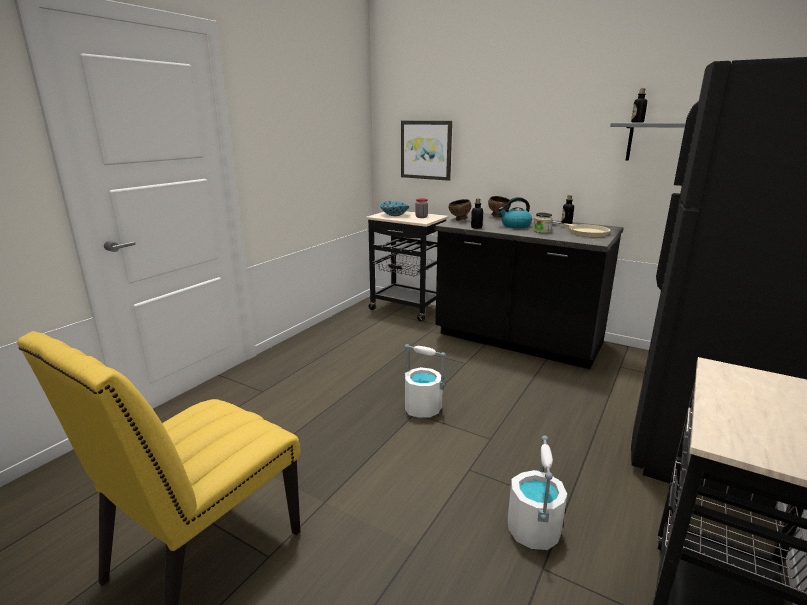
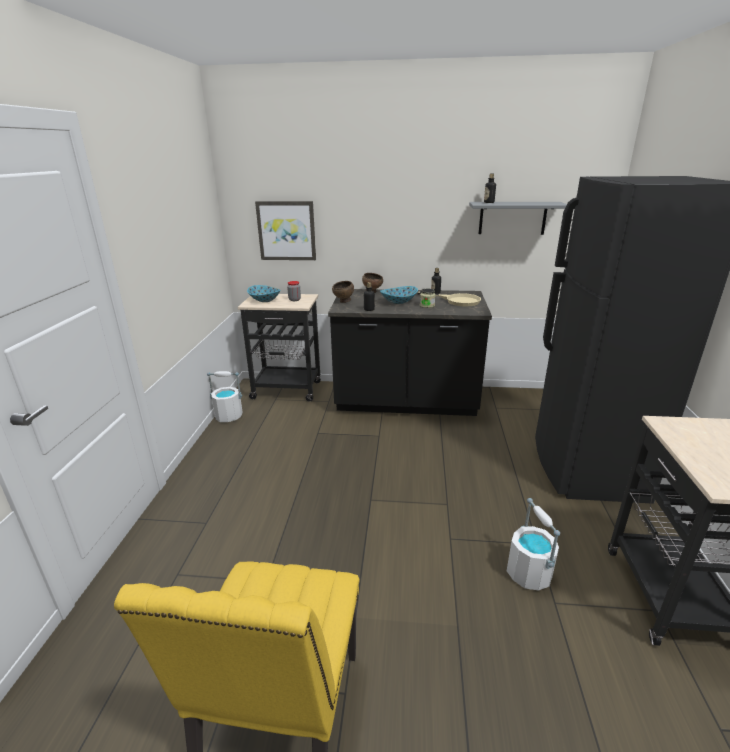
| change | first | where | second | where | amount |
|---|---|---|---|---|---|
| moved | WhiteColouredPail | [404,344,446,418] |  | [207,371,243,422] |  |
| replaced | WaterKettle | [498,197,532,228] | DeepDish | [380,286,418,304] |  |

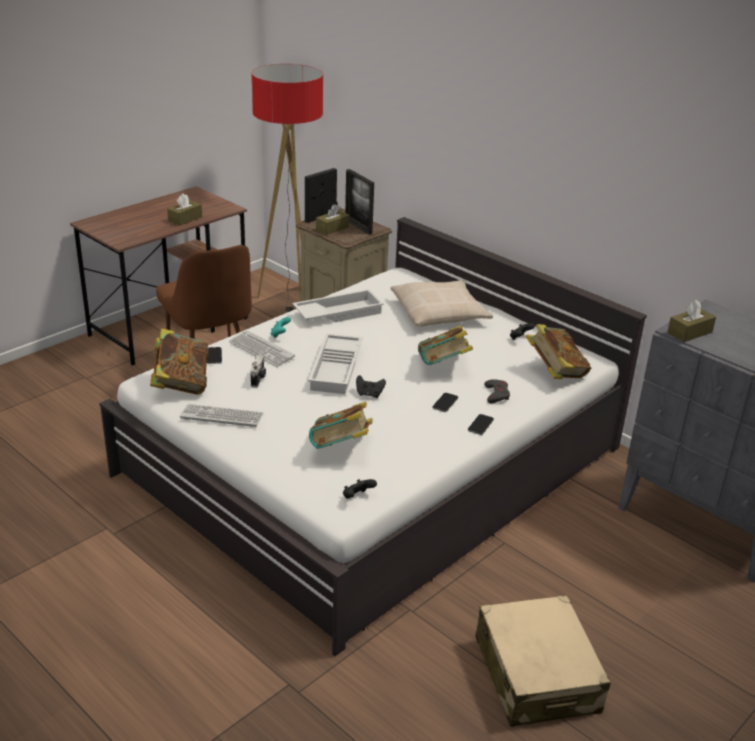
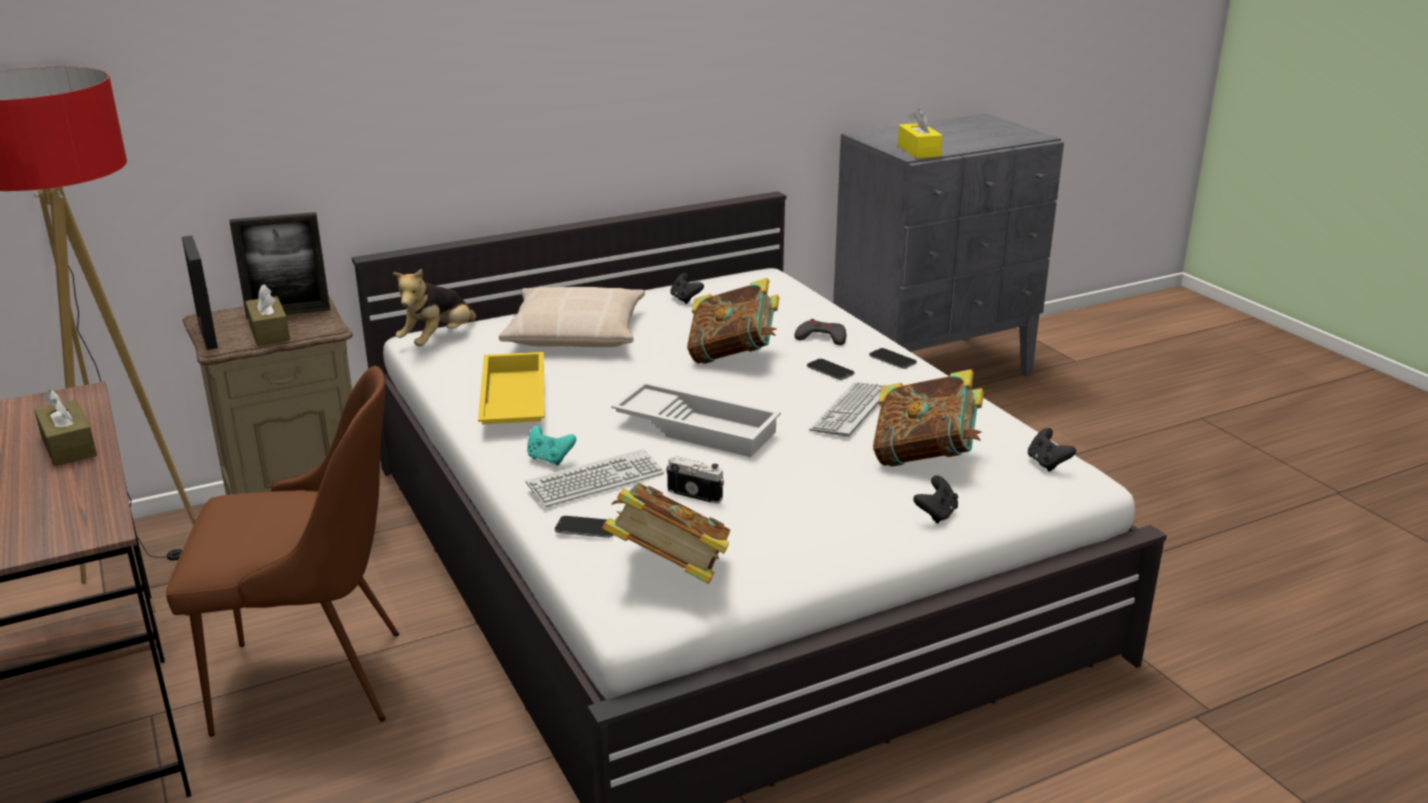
| change | first | where | second | where | amount |
|---|---|---|---|---|---|
| moved | Keyboard | [180,404,263,428] |  | [809,382,887,437] |  |
| recoloured | WhiteColouredCarryingTray | [292,289,384,322] | YellowCarryingTray | [478,352,544,424] |  |
| moved | BlackJoypad | [356,375,386,398] |  | [913,475,958,524] |  |
| removed | BeigeColouredSuitcase | [475,595,611,727] |  |  |  |
| removed | BoundBook | [526,324,591,379] |  |  |  |
| recoloured | BrownTissueBox | [667,300,716,342] | YellowTissueBox | [898,109,943,158] |  |
| added |  |  | SoftToy | [393,269,478,346] |  |

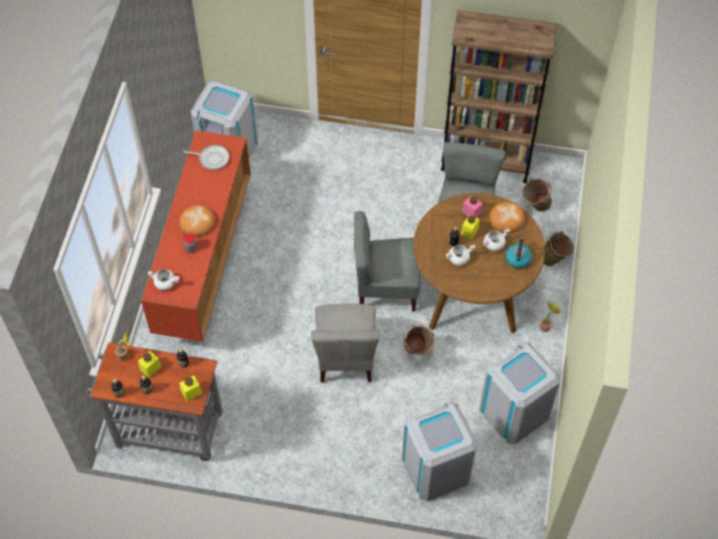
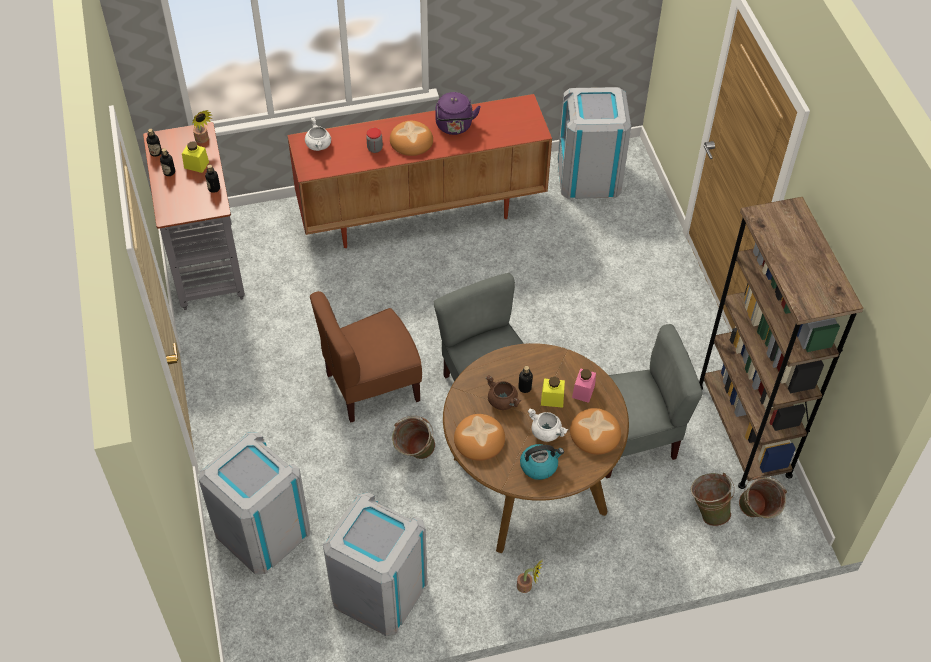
| change | first | where | second | where | amount |
|---|---|---|---|---|---|
| removed | YellowStorageJar | [180,375,203,401] |  |  |  |
| removed | FryingPan | [184,145,229,170] |  |  |  |
| recoloured | GrayChair | [311,303,379,383] | BrownChair | [310,291,422,422] |  |
| recoloured | WhiteColouredStockpot | [446,244,476,266] | BrownStockpot | [486,375,521,410] |  |
| moved | GreenPail | [544,231,574,266] |  | [739,476,787,519] |  |
| added |  |  | PurpleColouredWaterKettle | [435,92,481,135] |  |
| added |  |  | Bread | [454,414,505,461] |  |

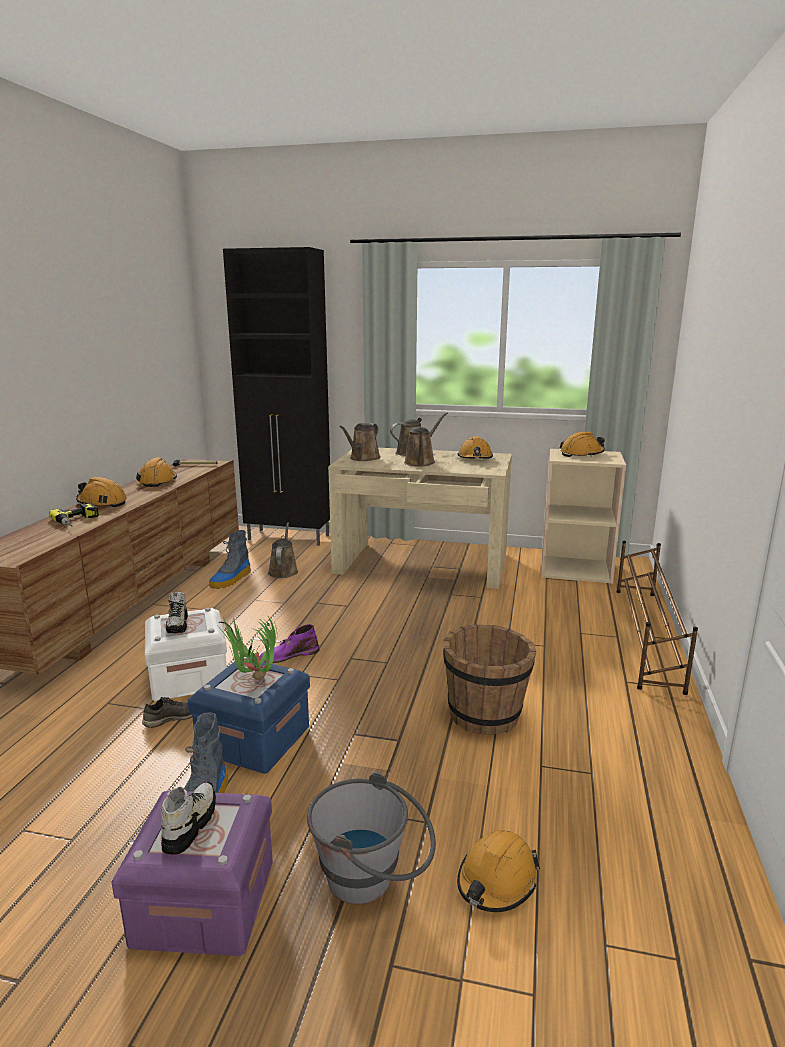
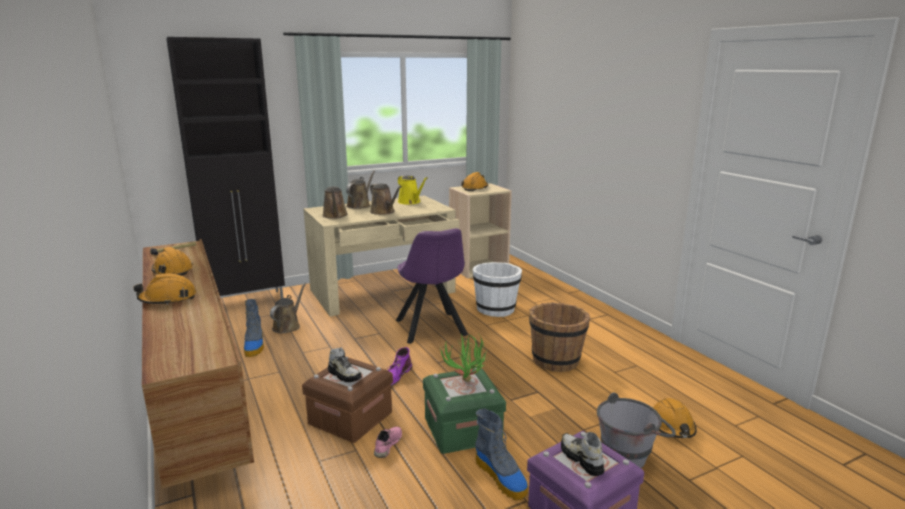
| change | first | where | second | where | amount |
|---|---|---|---|---|---|
| removed | PowerDrill | [49,503,99,527] |  |  |  |
| recoloured | GrayLowShoe | [142,697,192,728] | PinkishLowShoe | [374,427,402,458] |  |
| recoloured | WhiteColouredStorageBox | [145,608,227,701] | BrownStorageBox | [302,356,393,443] |  |
| recoloured | BlueColouredStorageBox | [187,657,310,774] | GreenStorageBox | [423,367,506,454] |  |
| turned | BrownWateringCan | [268,523,298,578] |  | [270,283,306,333] | 60 degrees clockwise |
| replaced | OrangeySafetyHelmet | [458,436,493,459] | YellowWateringCan | [398,175,427,205] |  |
| removed | BrownShoeRack | [617,541,698,695] |  |  |  |
| added |  |  | PurpleColouredChair | [396,228,468,344] |  |
| added |  |  | WhiteColouredPail | [473,262,522,317] |  |

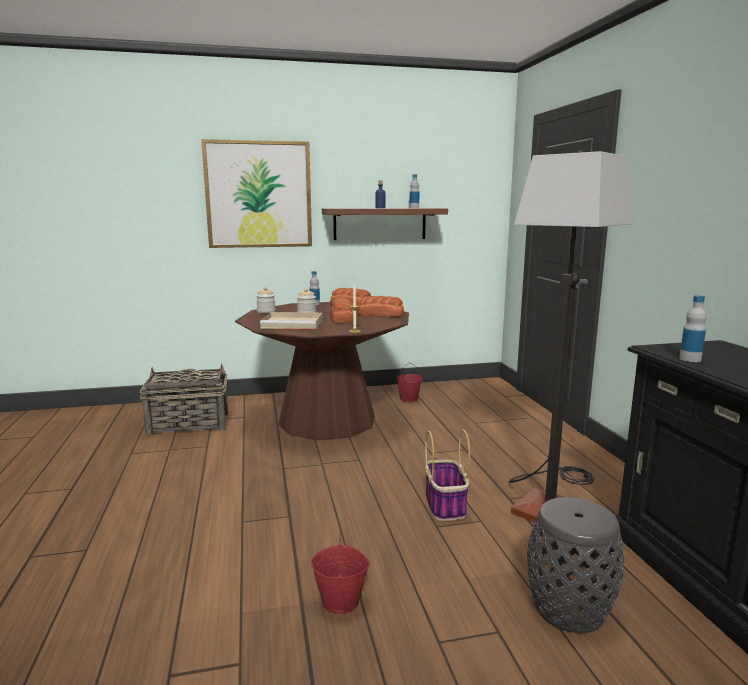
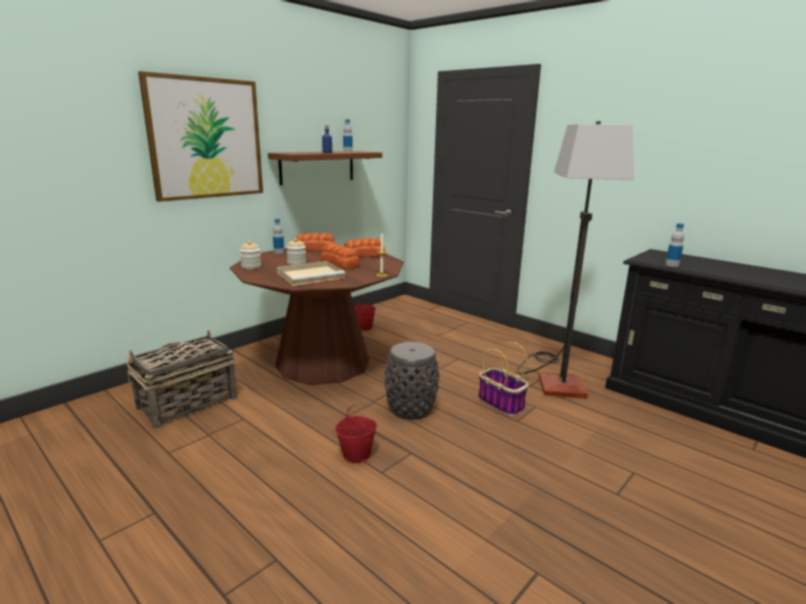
| change | first | where | second | where | amount |
|---|---|---|---|---|---|
| moved | RedColouredPail | [311,534,370,614] |  | [335,405,377,463] |  |
| moved | GraySittingStool | [527,497,624,633] |  | [384,342,439,420] |  |

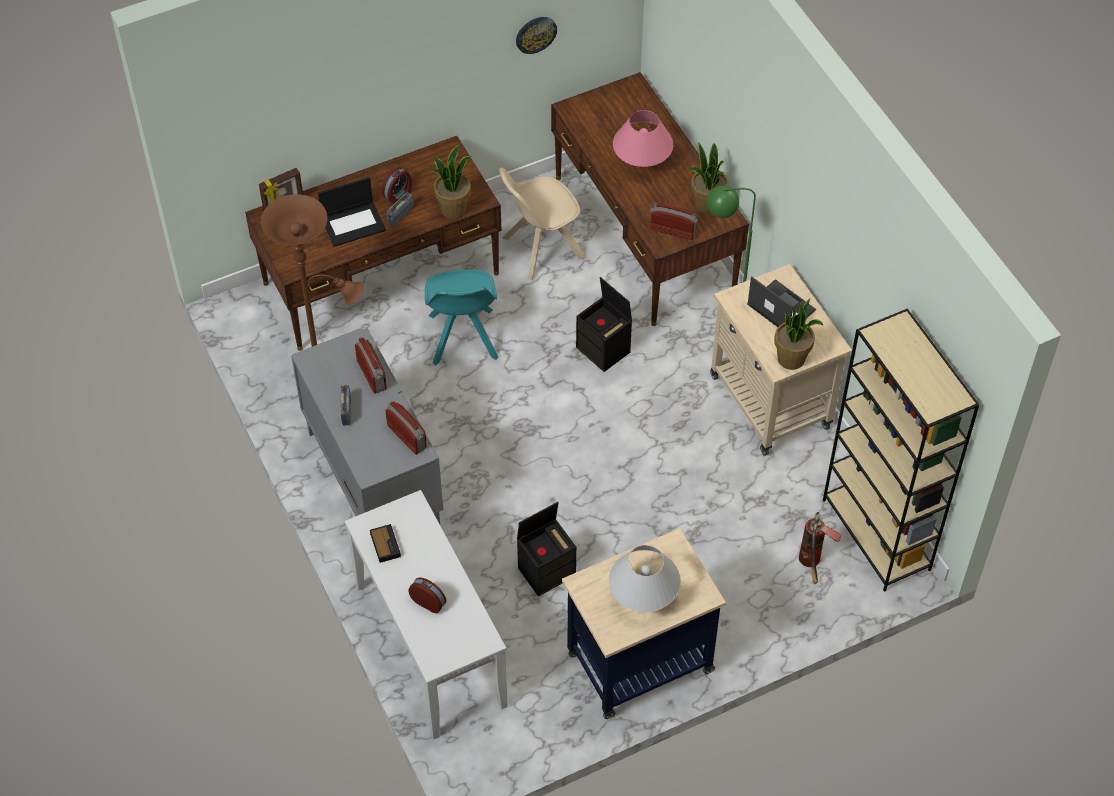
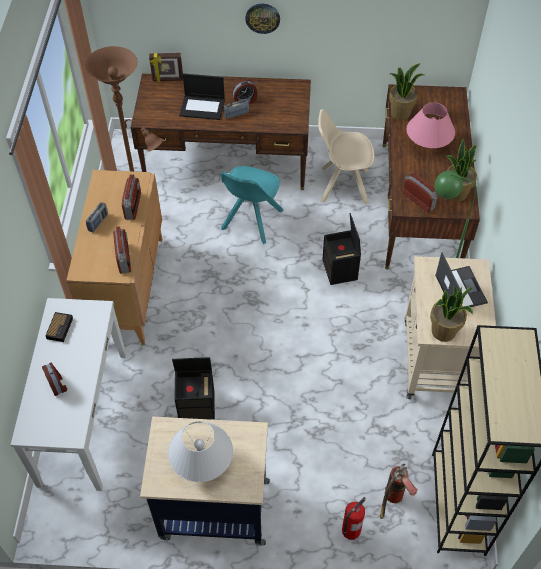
| change | first | where | second | where | amount |
|---|---|---|---|---|---|
| recoloured | GrayStorageCabinet | [291,328,443,524] | BrownStorageCabinet | [66,170,162,345] |  |
| moved | Houseplant | [430,144,472,219] |  | [389,63,424,120] |  |
| moved | WallClock | [516,17,557,54] |  | [245,4,280,34] |  |
| added |  |  | Extinguisher | [342,497,366,540] |  |

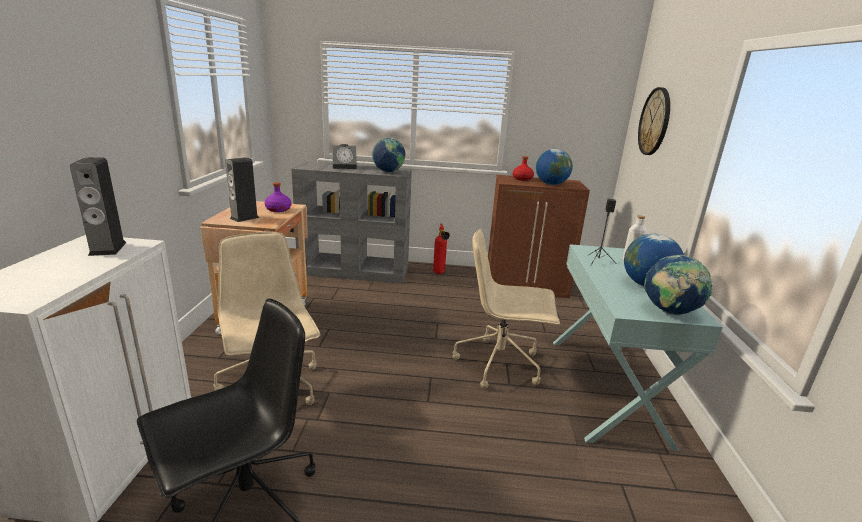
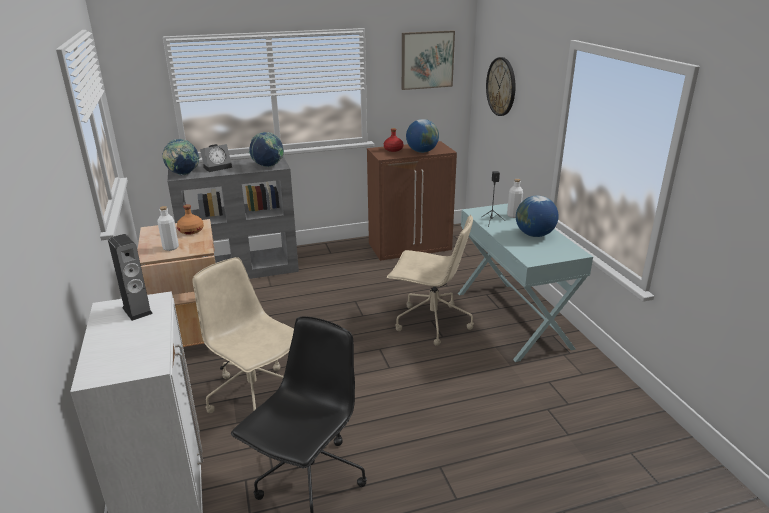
| change | first | where | second | where | amount |
|---|---|---|---|---|---|
| replaced | Speaker | [225,157,259,222] | WhiteColouredBottle | [157,206,179,251] |  |
| recoloured | PurpleColouredBottle | [265,182,291,212] | OrangeyBottle | [177,204,204,235] |  |
| removed | Extinguisher | [433,223,450,274] |  |  |  |
| turned | BeigeColouredComputerChair | [452,229,560,389] |  | [387,215,474,346] | 150 degrees counterclockwise |
| moved | WorldGlobe | [644,255,713,315] |  | [162,139,200,175] |  |
| added |  |  | Picture | [402,30,455,90] |  |

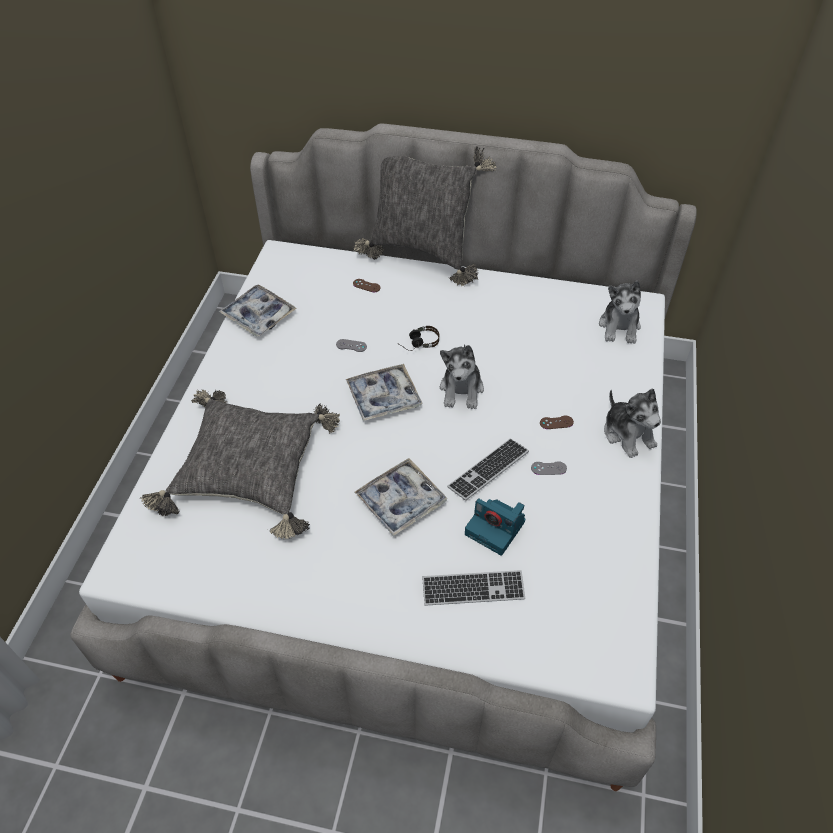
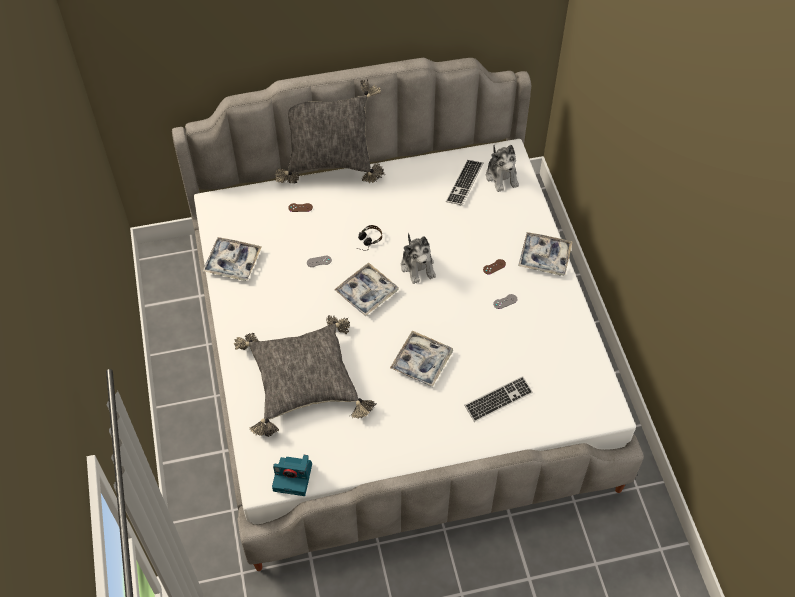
| change | first | where | second | where | amount |
|---|---|---|---|---|---|
| moved | Keyboard | [447,438,529,501] |  | [446,160,483,206] |  |
| moved | PhotoCamera | [465,498,525,556] |  | [272,455,312,496] |  |
| replaced | SoftToy | [604,389,661,458] | CarryingTray | [518,232,573,276] |  |

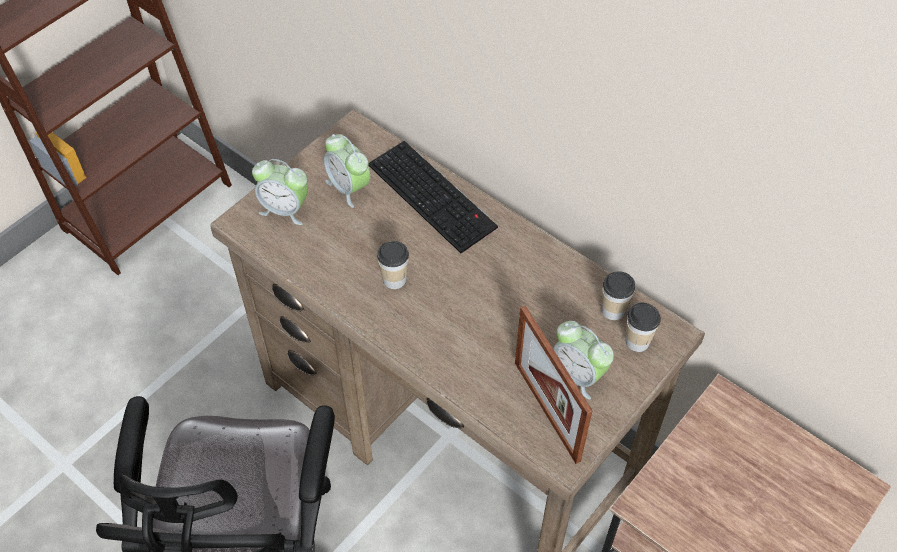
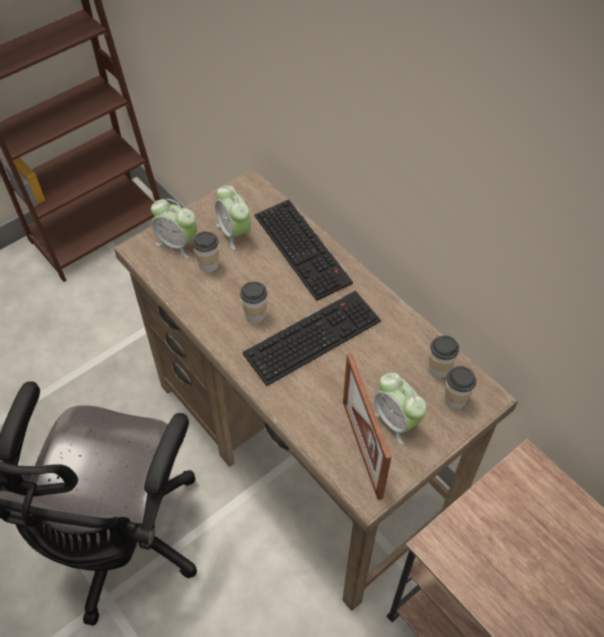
| change | first | where | second | where | amount |
|---|---|---|---|---|---|
| added |  |  | DrinkingCup | [192,231,219,273] |  |
| added |  |  | Keyboard | [242,291,381,386] |  |

